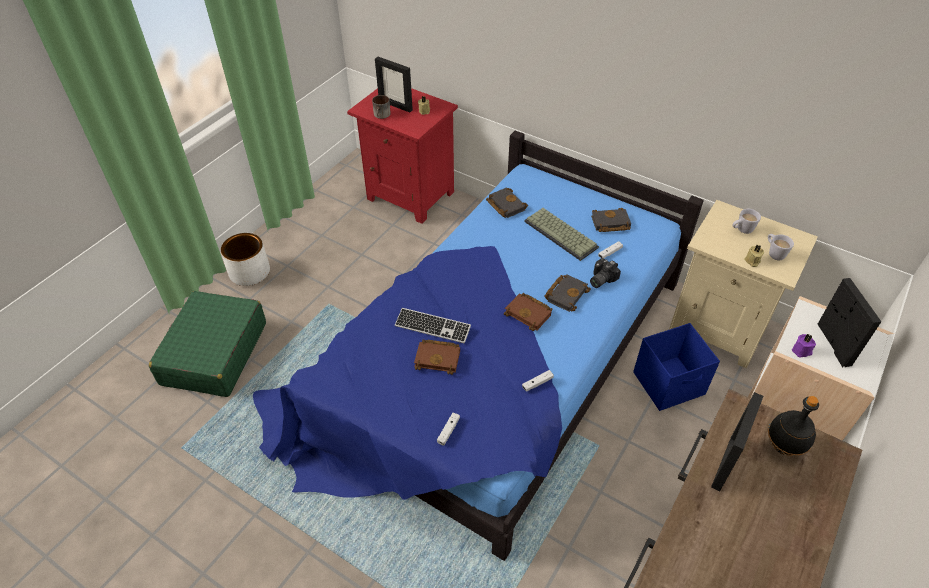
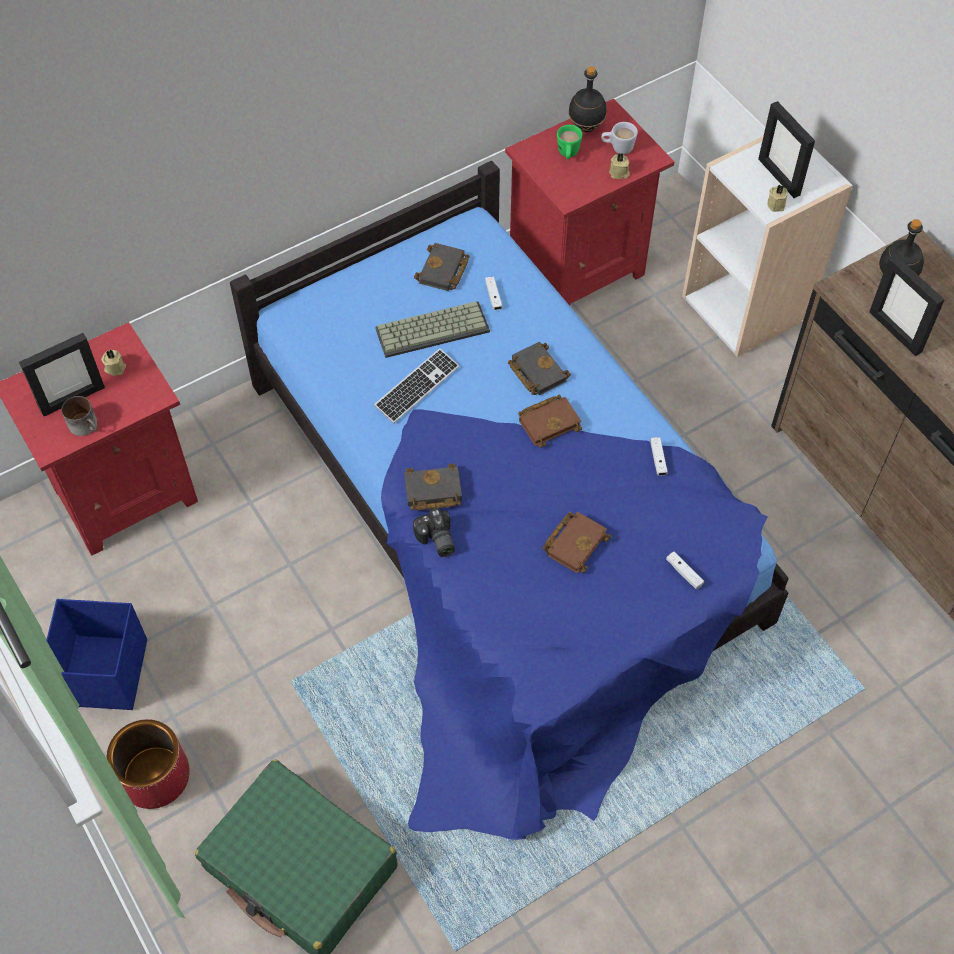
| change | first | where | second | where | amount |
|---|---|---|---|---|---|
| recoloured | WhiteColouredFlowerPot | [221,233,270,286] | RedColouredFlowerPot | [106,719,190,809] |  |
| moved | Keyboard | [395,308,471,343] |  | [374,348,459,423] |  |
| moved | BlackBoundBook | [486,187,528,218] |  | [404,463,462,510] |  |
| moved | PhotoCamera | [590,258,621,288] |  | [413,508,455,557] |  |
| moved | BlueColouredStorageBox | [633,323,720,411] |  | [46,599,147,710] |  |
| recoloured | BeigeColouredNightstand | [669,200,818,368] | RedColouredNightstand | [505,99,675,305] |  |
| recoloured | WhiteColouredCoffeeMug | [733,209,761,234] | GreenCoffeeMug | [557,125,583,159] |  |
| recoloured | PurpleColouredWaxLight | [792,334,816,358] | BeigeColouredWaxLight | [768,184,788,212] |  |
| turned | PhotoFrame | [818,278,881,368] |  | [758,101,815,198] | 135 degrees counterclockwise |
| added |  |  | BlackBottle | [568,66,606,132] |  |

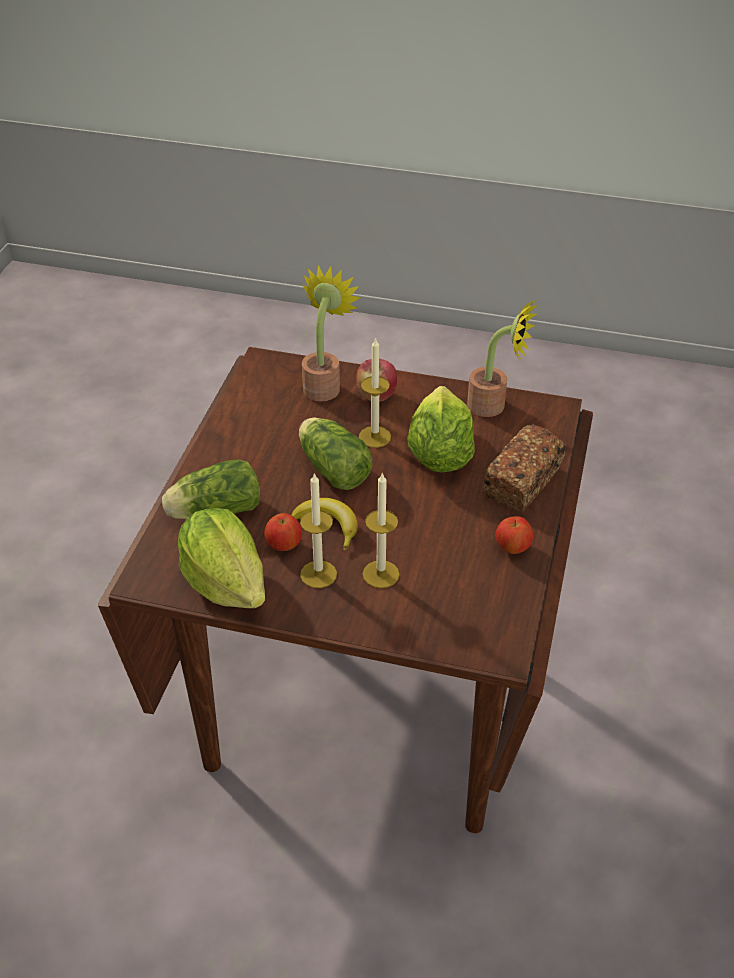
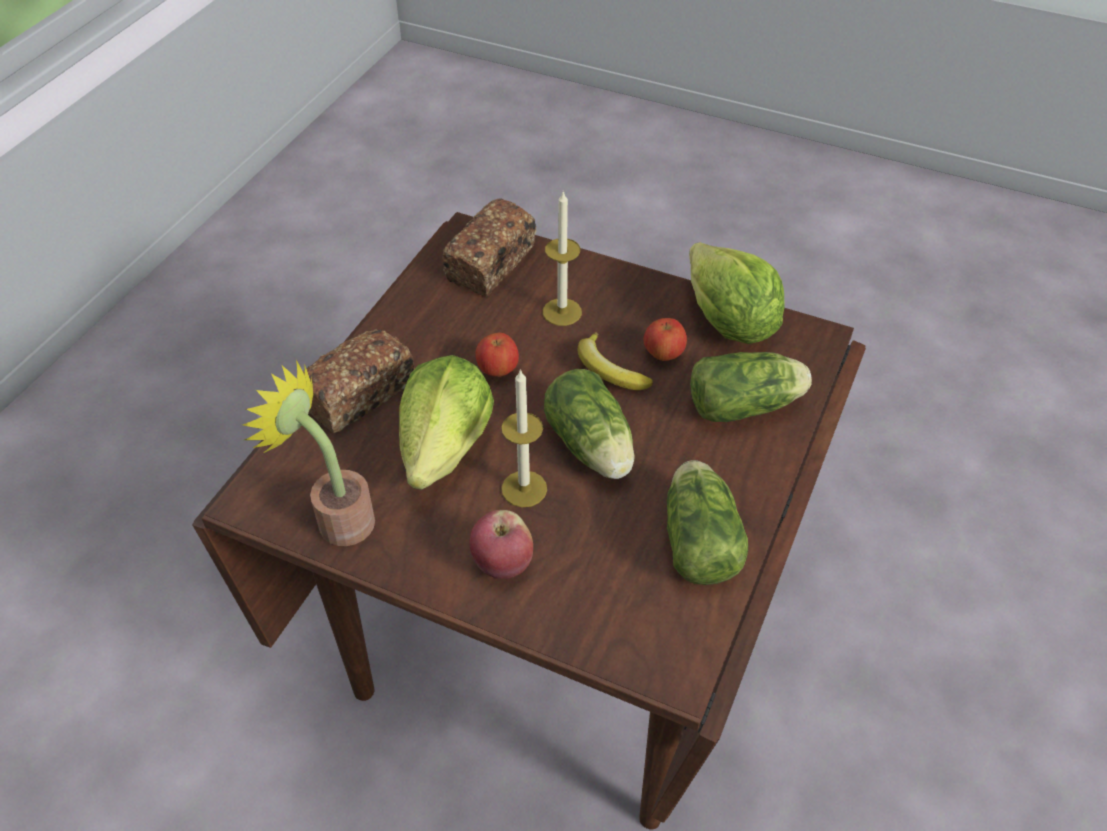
| change | first | where | second | where | amount |
|---|---|---|---|---|---|
| removed | WaxLight | [300,472,337,588] |  |  |  |
| removed | Houseplant | [302,265,361,402] |  |  |  |
| moved | WholeApple | [495,516,533,554] |  | [475,333,519,377] |  |
| added |  |  | Bread | [442,198,536,297] |  |
| added |  |  | Lettuce | [667,460,748,585] |  |

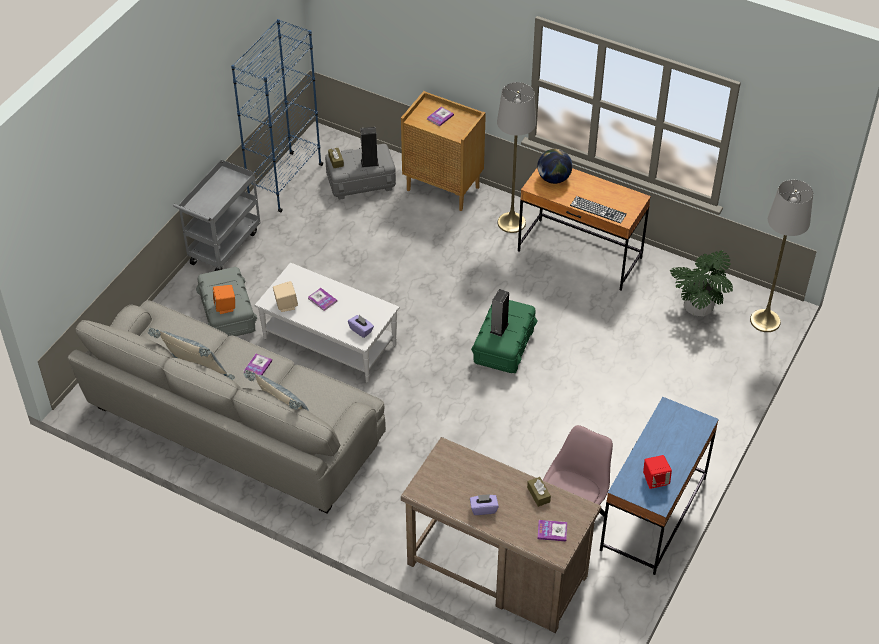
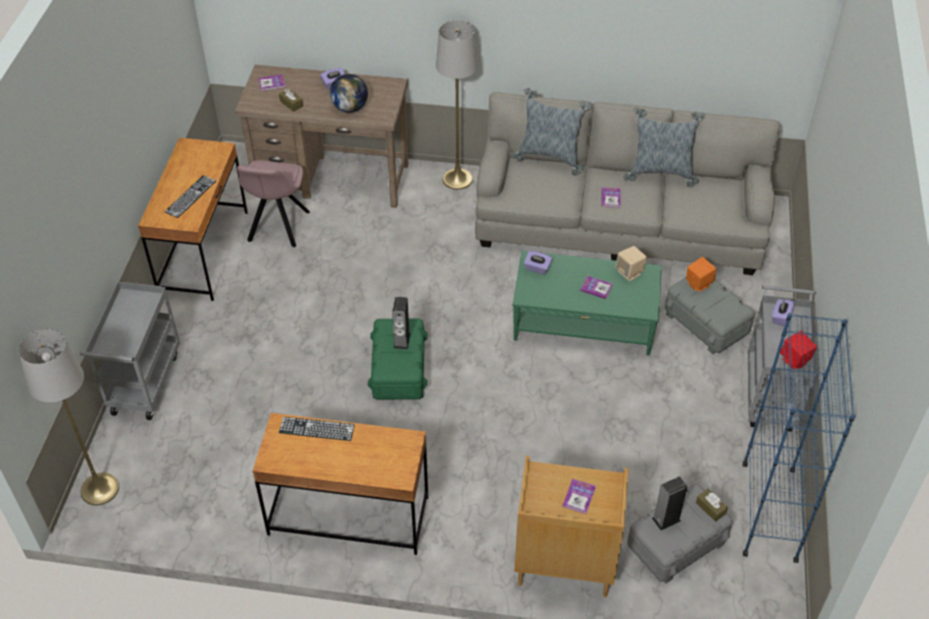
| change | first | where | second | where | amount |
|---|---|---|---|---|---|
| recoloured | WhiteColouredCoffeeTable | [255,263,400,383] | GreenCoffeeTable | [513,251,662,356] |  |
| moved | GrayStandingLamp | [497,82,536,233] |  | [436,20,478,190] |  |
| moved | WorldGlobe | [537,149,572,184] |  | [330,74,368,113] |  |
| recoloured | BlueColouredDesk | [600,397,719,575] | BrownDesk | [138,138,248,301] |  |
| moved | RedColouredSpeaker | [643,455,672,489] |  | [780,331,817,369] |  |
| removed | Houseplant | [670,250,733,316] |  |  |  |
| added |  |  | GrayTrolley | [80,282,180,420] |  |
| added |  |  | Keyboard | [165,175,216,218] |  |
| added |  |  | PurpleColouredTissueBox | [772,299,795,326] |  |

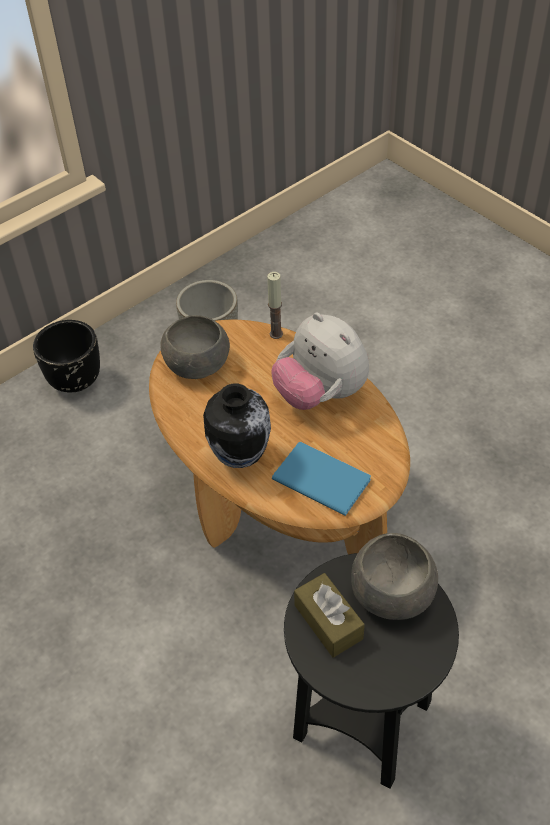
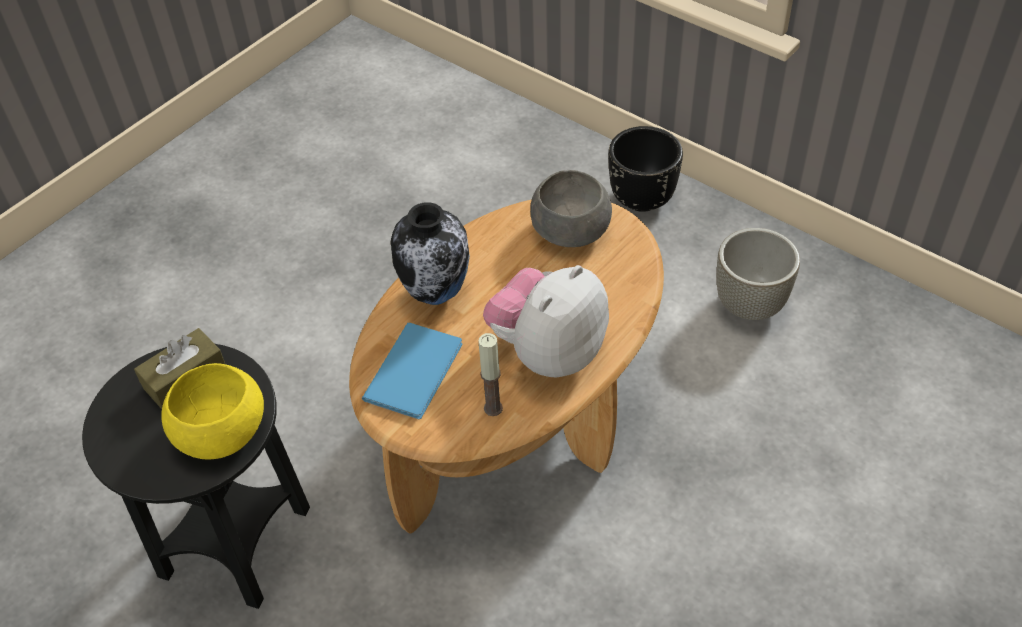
| change | first | where | second | where | amount |
|---|---|---|---|---|---|
| moved | WaxLight | [267,272,283,339] |  | [478,333,503,416] |  |
| recoloured | GrayDeepDish | [351,533,438,620] | YellowDeepDish | [161,363,264,459] |  |

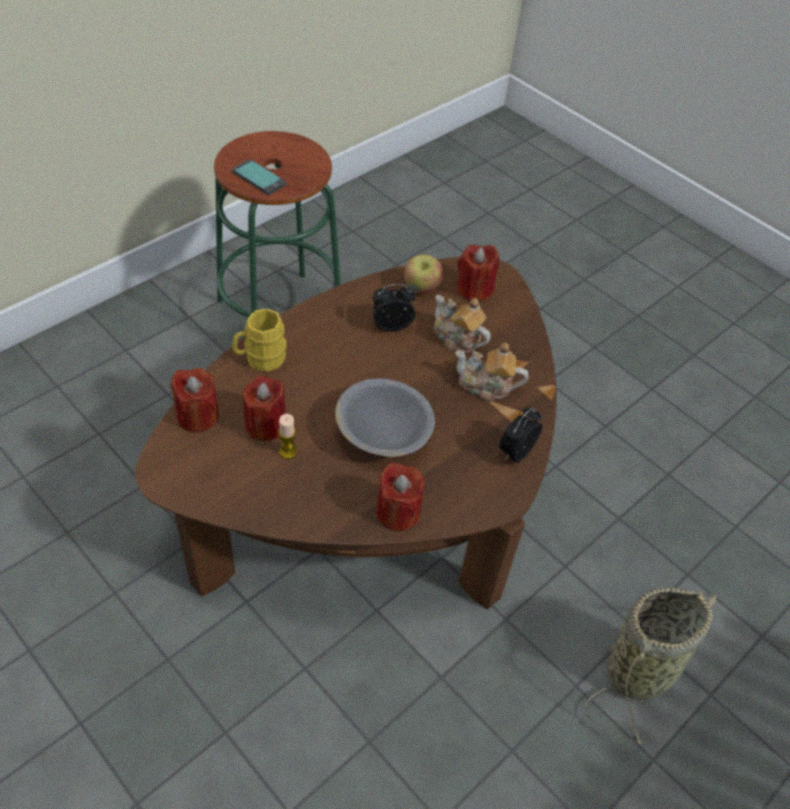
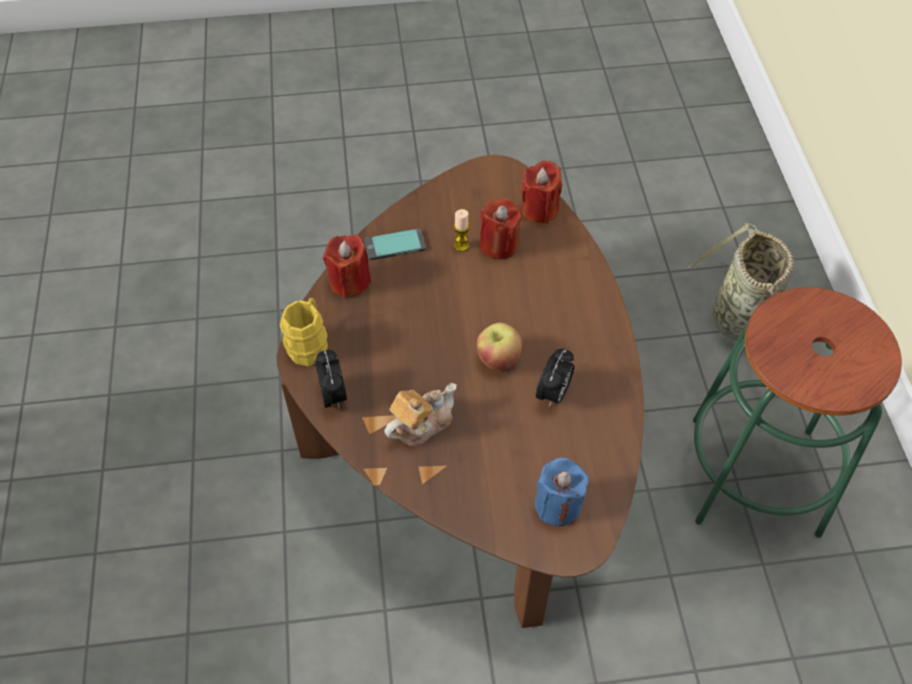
| change | first | where | second | where | amount |
|---|---|---|---|---|---|
| moved | Telephone | [232,159,286,195] |  | [364,228,426,260] |  |
| moved | YellowCoffeeMug | [232,309,287,372] |  | [280,298,328,366] |  |
| removed | GrayDeepDish | [335,378,435,457] |  |  |  |
| moved | WholeApple | [404,255,443,294] |  | [477,323,522,370] |  |
| removed | TeaPot | [434,295,491,353] |  |  |  |
| recoloured | RedColouredWaxLight | [457,244,499,301] | BlueColouredWaxLight | [535,457,589,526] |  |
| moved | StorageBasket | [585,587,717,744] |  | [688,223,794,390] |  |

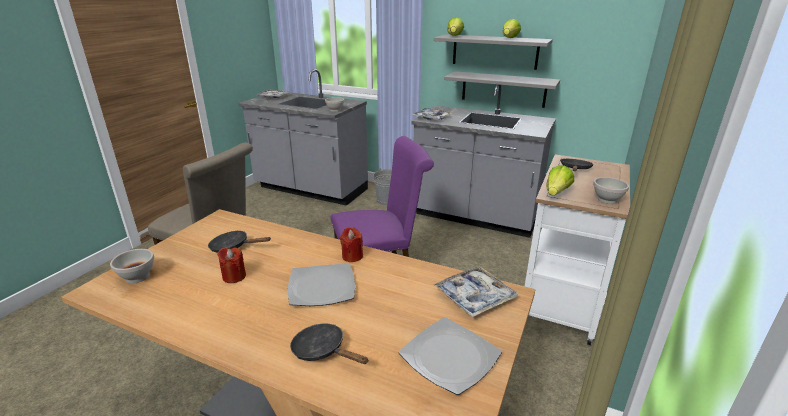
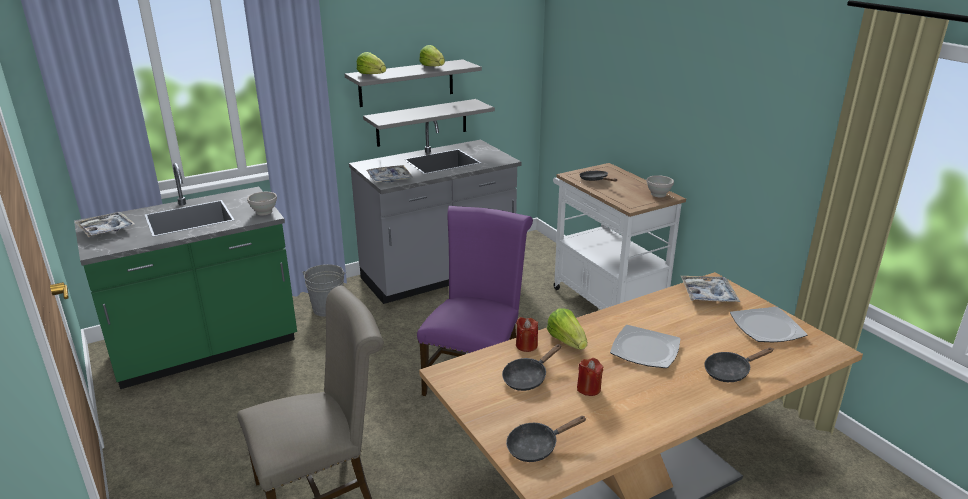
| change | first | where | second | where | amount |
|---|---|---|---|---|---|
| replaced | WhiteColouredDeepDish | [110,249,154,284] | BlackFryingPan | [506,416,586,462] |  |
| recoloured | GrayKitchenCounter | [238,69,368,206] | GreenKitchenCounter | [74,163,297,389] |  |
| moved | RedColouredWaxLight | [340,227,363,262] |  | [516,317,538,352] |  |
| moved | Lettuce | [546,165,574,196] |  | [547,308,587,350] |  |

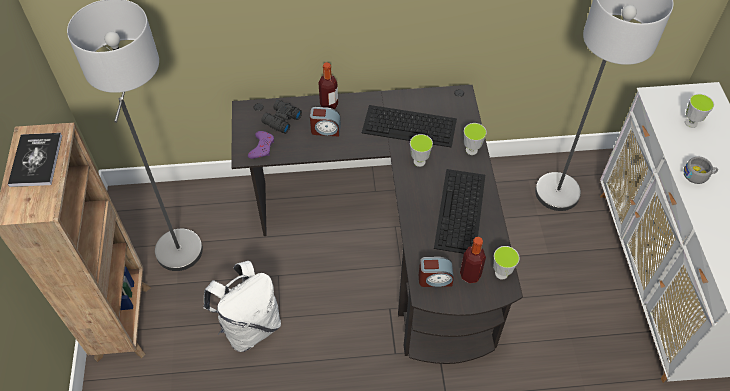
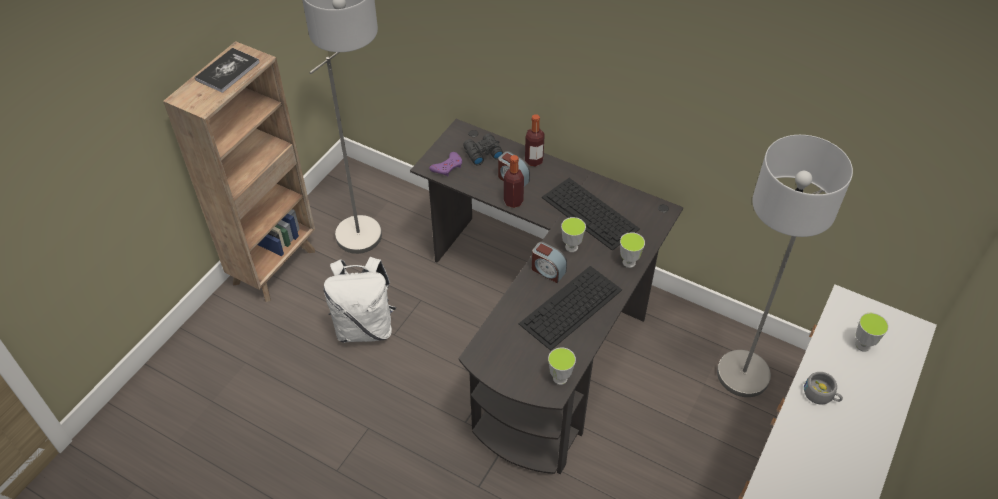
| change | first | where | second | where | amount |
|---|---|---|---|---|---|
| moved | BedsideClock | [419,257,454,287] |  | [532,242,567,283] |  |
| moved | Bottle | [460,237,486,283] |  | [504,155,524,208] |  |

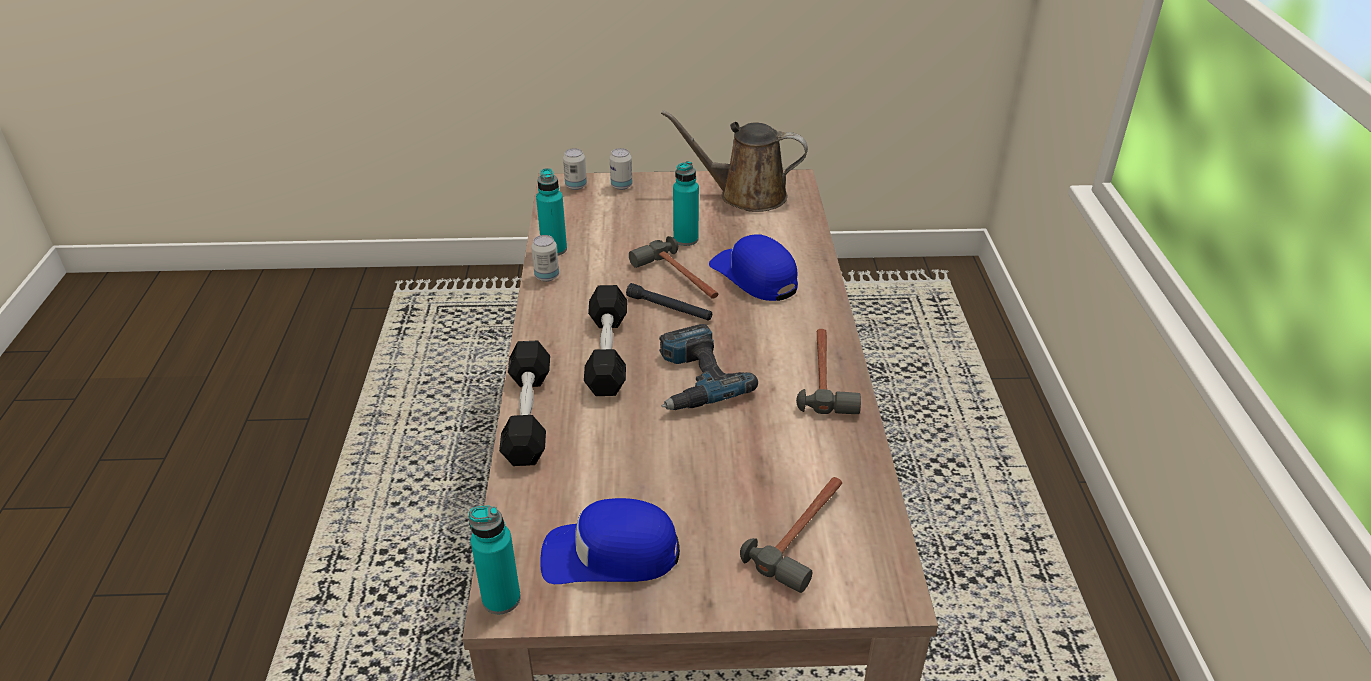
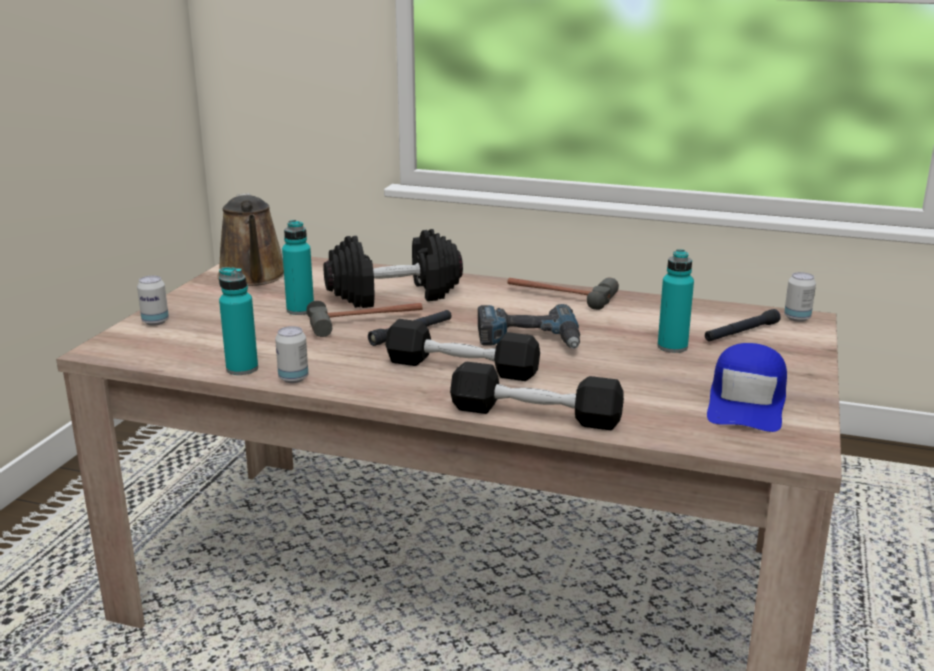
| change | first | where | second | where | amount |
|---|---|---|---|---|---|
| moved | BlueGreenBottle | [469,505,521,614] |  | [658,249,694,353] |  |
| moved | MetalCan | [563,148,587,190] |  | [784,272,816,322] |  |
| turned | BrownWateringCan | [661,110,808,212] |  | [217,193,284,286] | 45 degrees counterclockwise |
| replaced | BlueColouredBaseballCap | [709,234,798,301] | BlackHandWeight | [324,229,463,308] |  |
| replaced | Hammer | [740,477,842,593] | BlackFlashlight | [705,309,781,341] |  |

